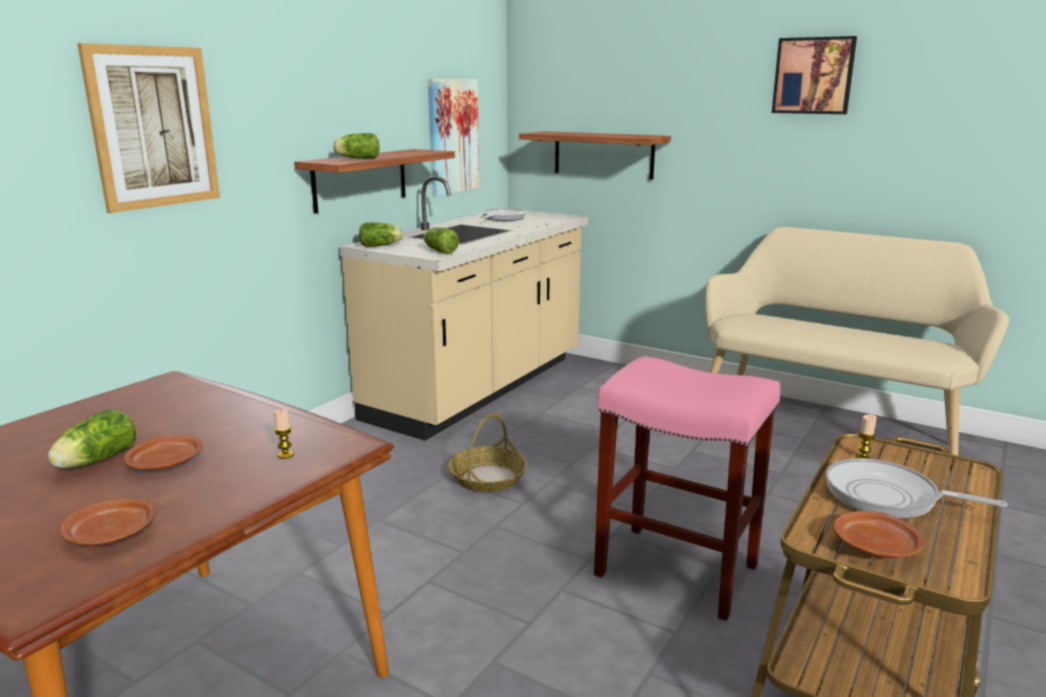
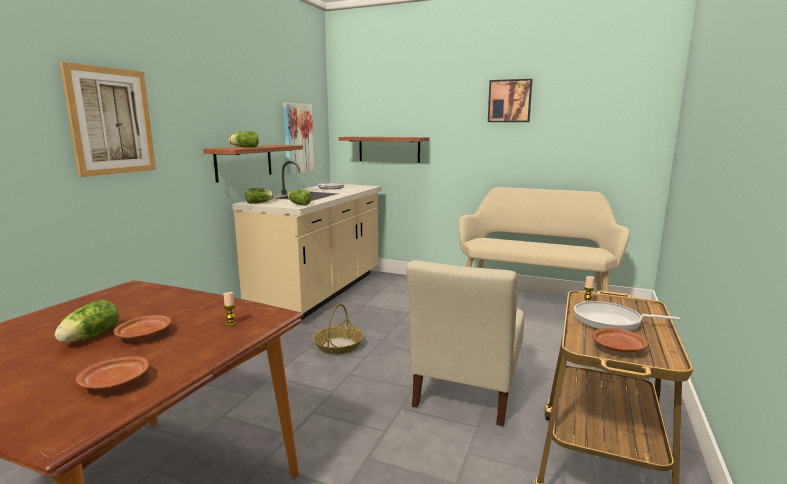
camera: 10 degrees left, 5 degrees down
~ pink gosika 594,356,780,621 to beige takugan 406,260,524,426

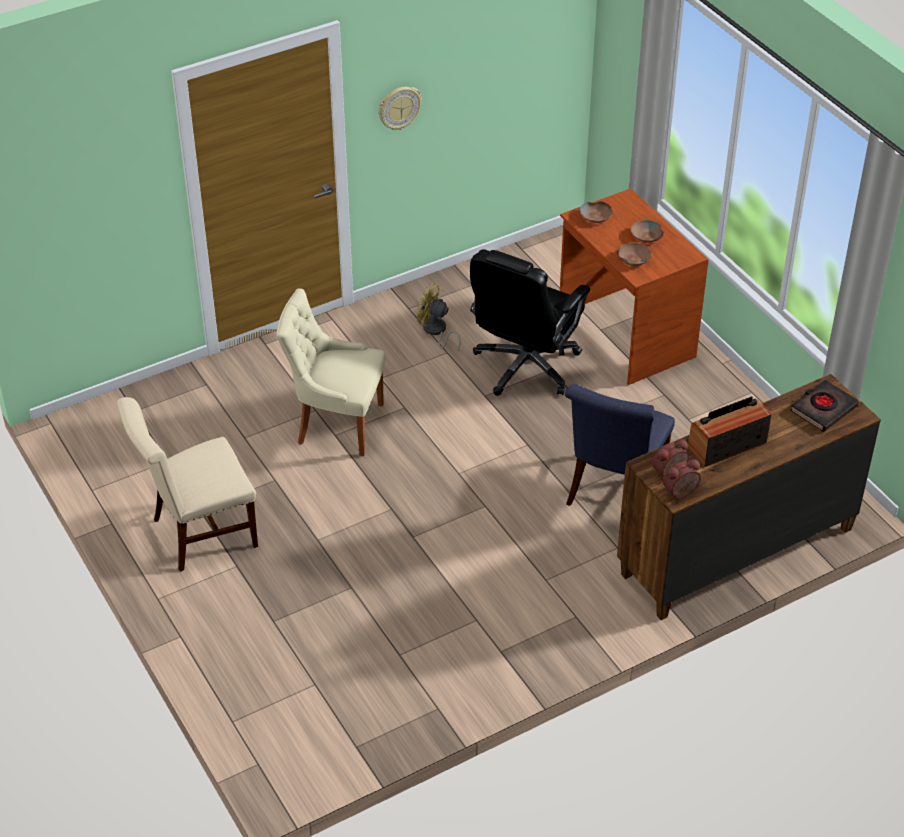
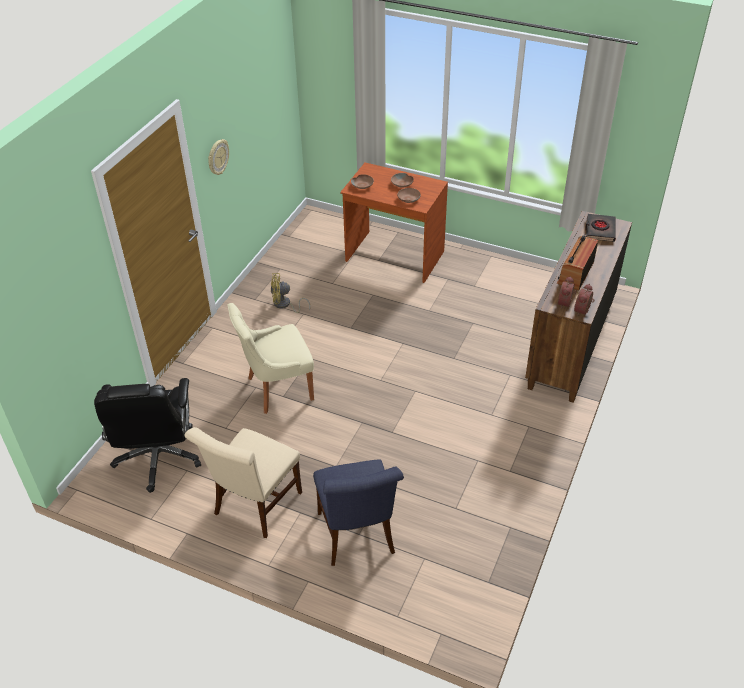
camera: 35 degrees left, 0 degrees up
~ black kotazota 470,249,590,396 to 94,378,201,493
~ blue takugan 565,384,675,506 to 313,459,404,566

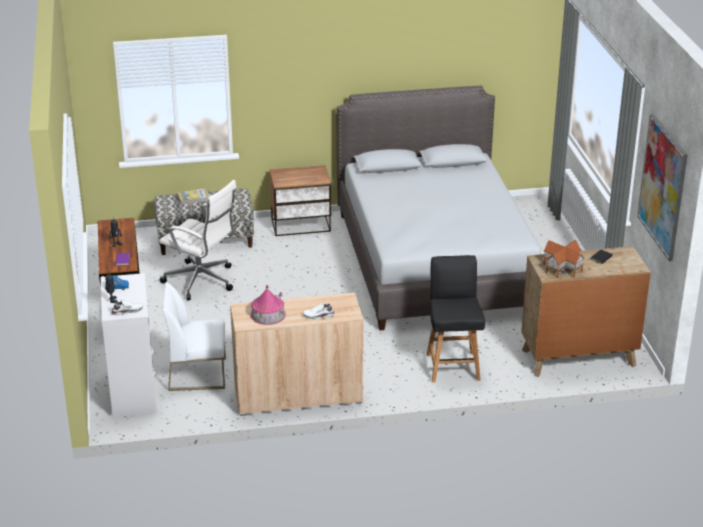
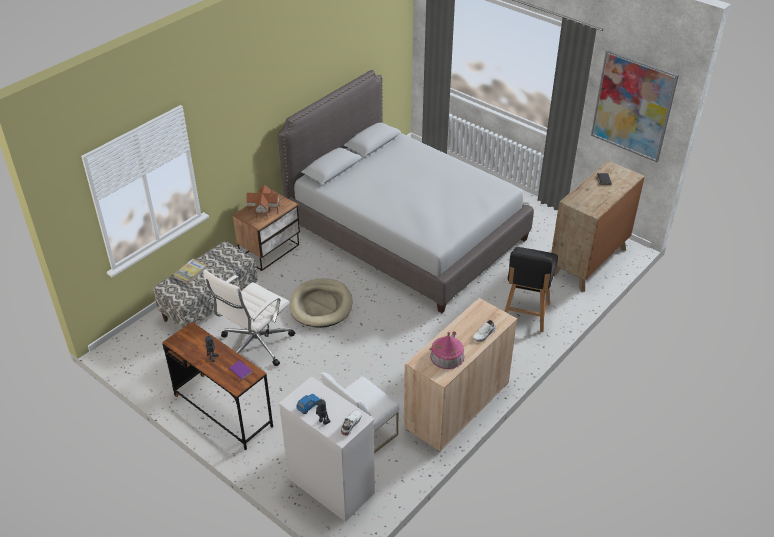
camera: 40 degrees left, 10 degrees up
~ white kotazota 159,180,236,300 = 203,269,295,366 135 degrees clockwise
~ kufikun 543,240,585,278 to 246,184,280,219
~ black takugan 427,255,485,383 = 504,247,558,332 120 degrees counterclockwise
+ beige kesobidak 289,279,353,328

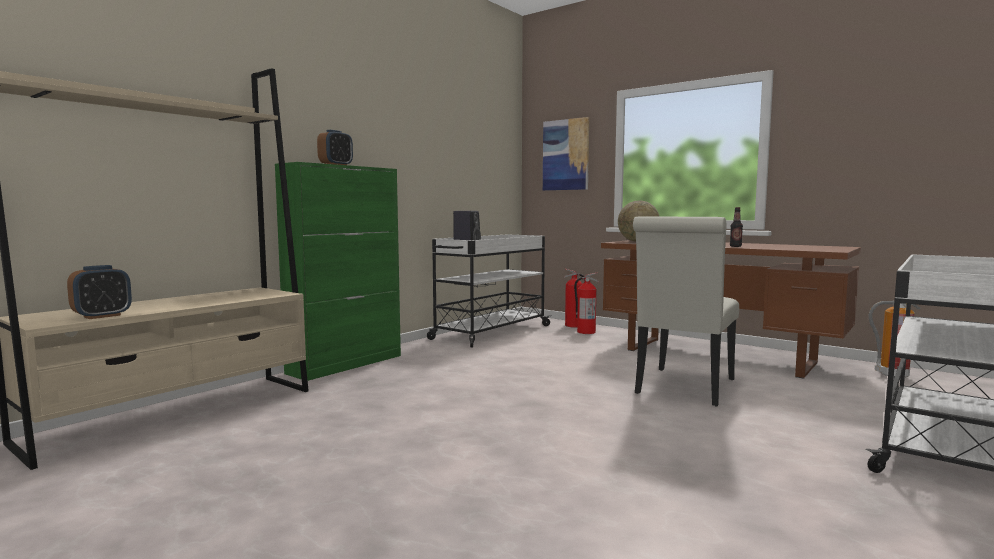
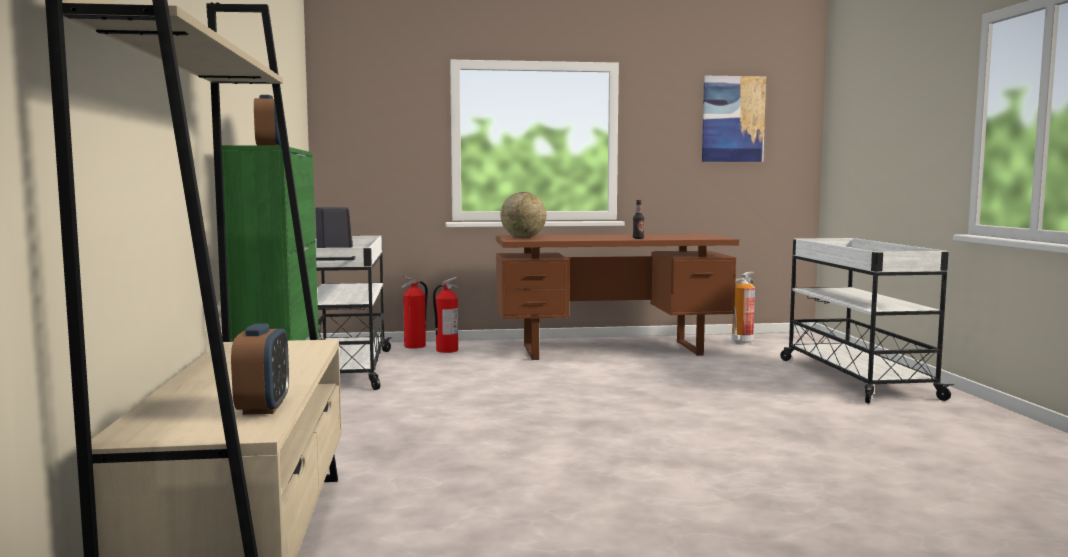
camera: 45 degrees left, 0 degrees up
~ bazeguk 543,117,589,191 to 702,76,766,162
- white takugan 633,216,739,406

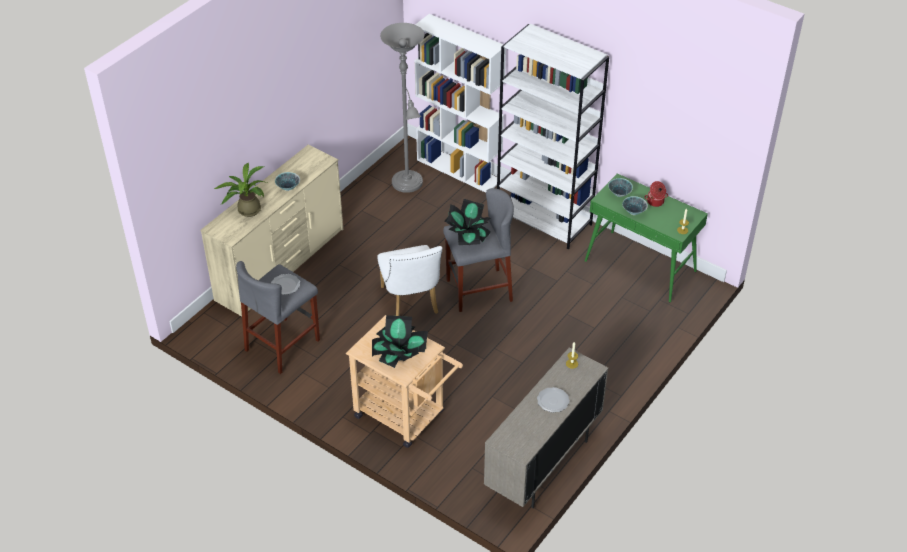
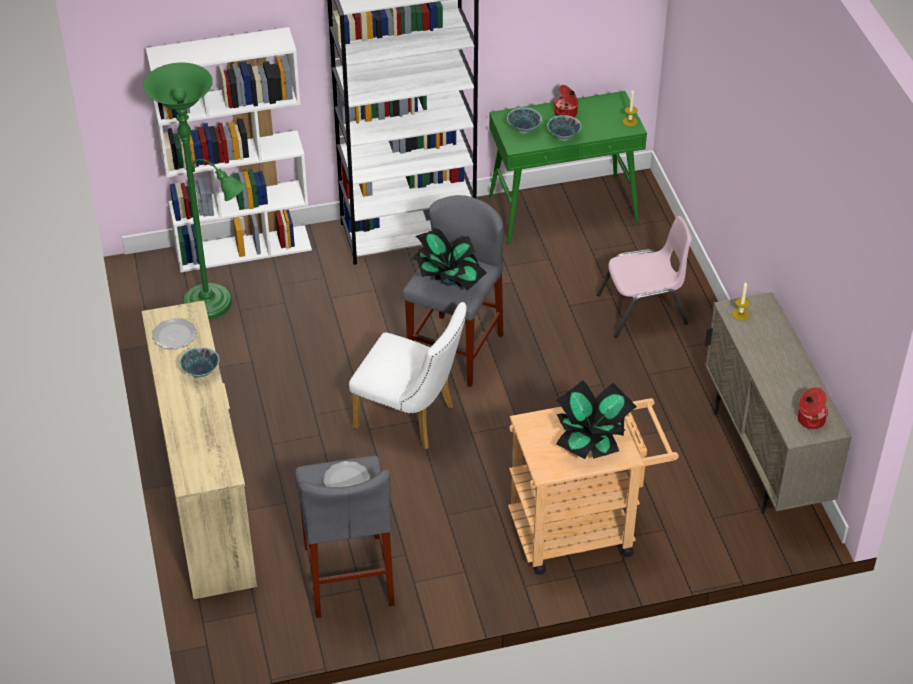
camera: 50 degrees left, 0 degrees up
~ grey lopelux 380,23,424,193 to green lopelux 143,63,246,319
- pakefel 214,163,267,217
~ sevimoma 537,387,570,413 to 152,318,197,349
+ pink takugan 597,216,692,338
+ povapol 798,387,828,429

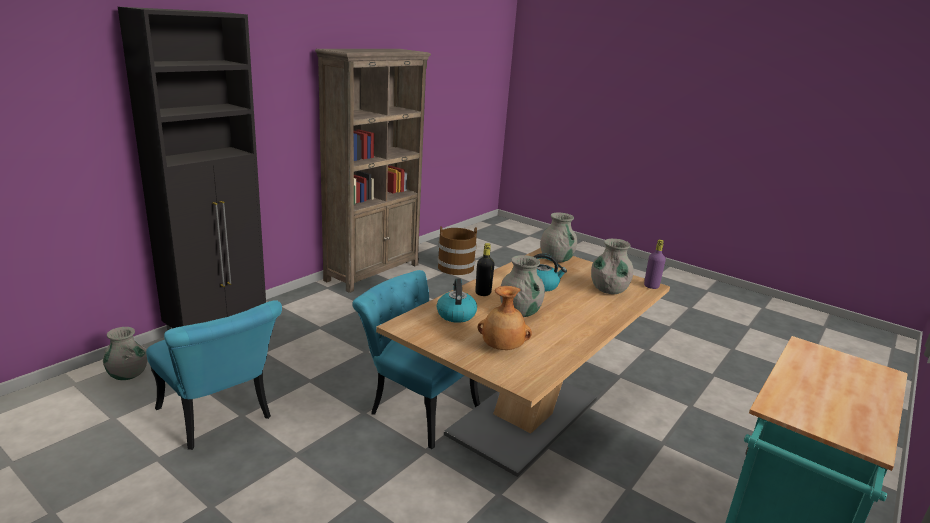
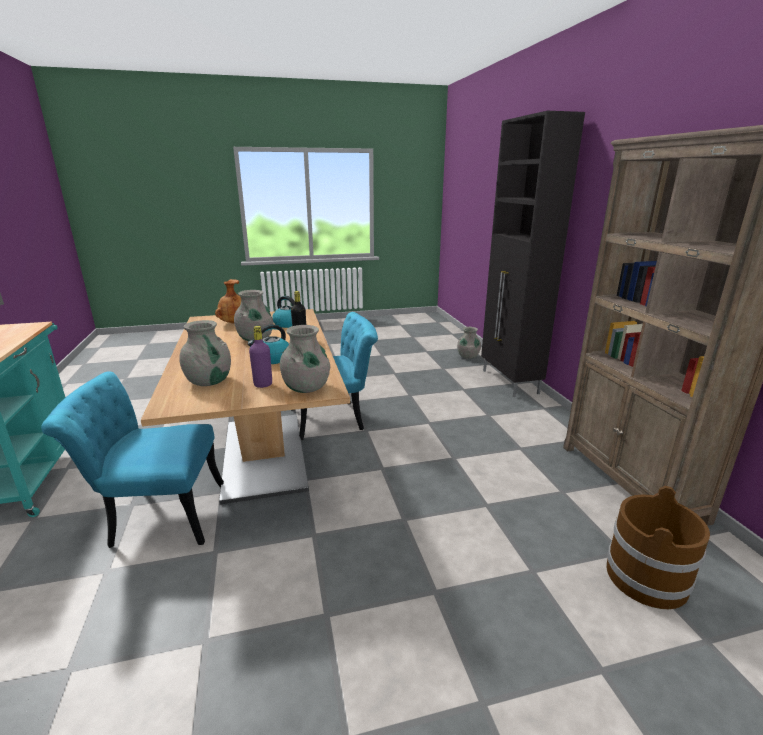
camera: 130 degrees right, 0 degrees up
~ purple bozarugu 644,240,666,289 to 249,326,272,388
~ turquoise takugan 146,300,282,450 to 41,371,224,548

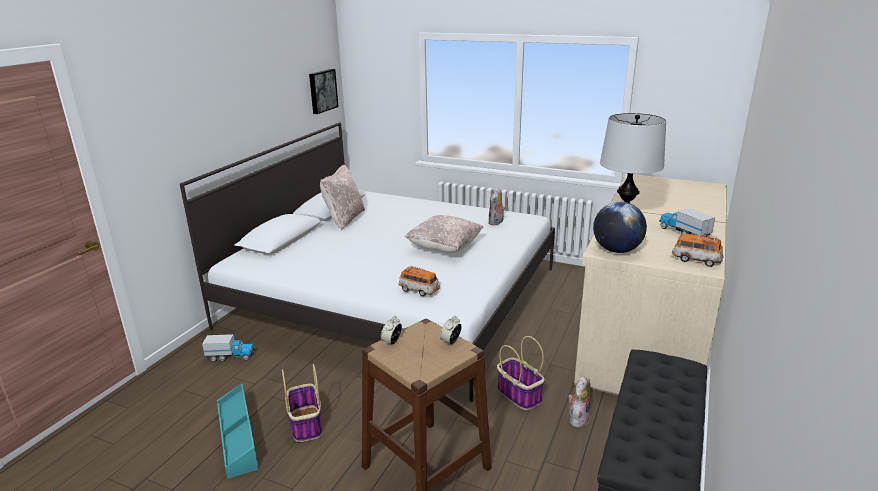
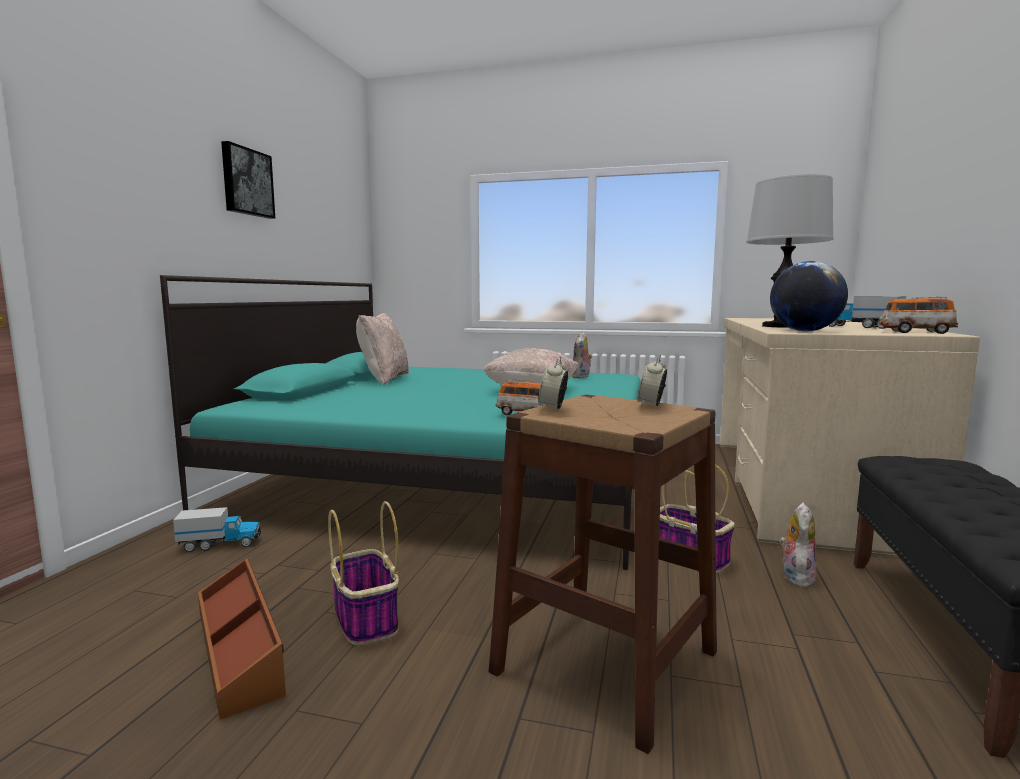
camera: 10 degrees left, 15 degrees down
~ bazeguk 309,69,338,114 to 221,141,275,219
~ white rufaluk 180,122,555,402 to turquoise rufaluk 160,275,641,570
~ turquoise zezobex 217,383,259,479 to brown zezobex 198,558,286,720

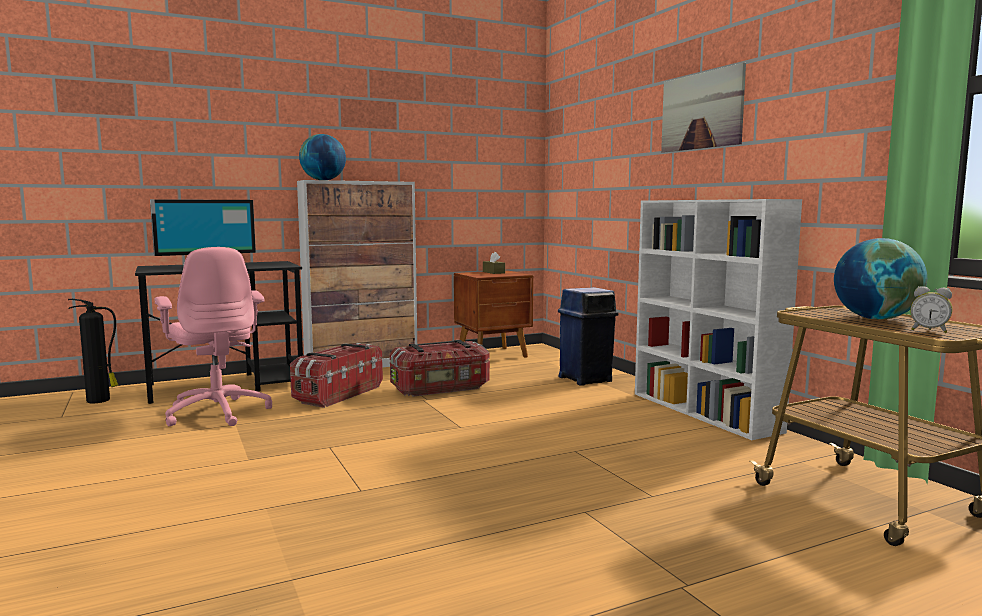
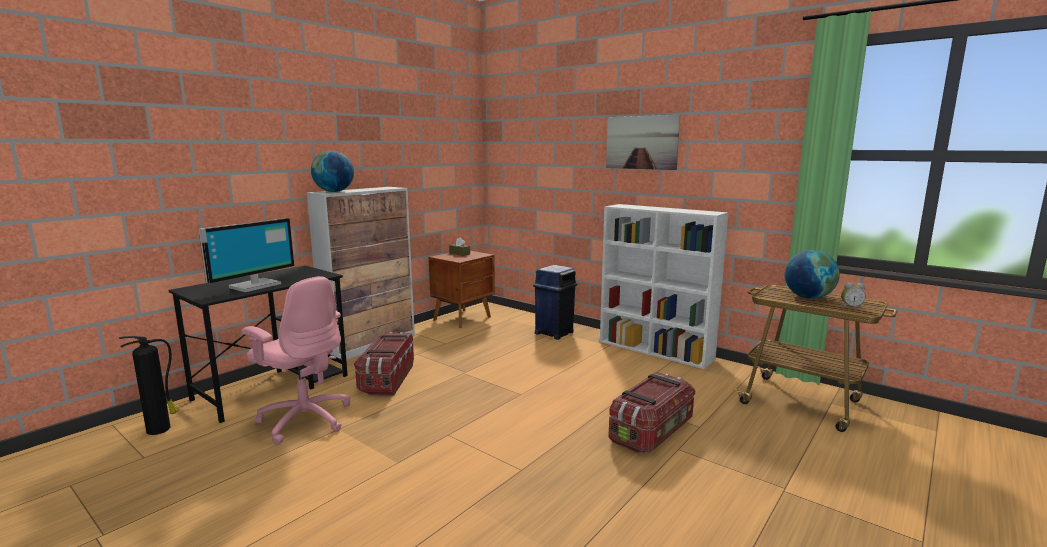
camera: 25 degrees left, 5 degrees up
~ zezobex 390,340,490,397 to 608,372,696,453

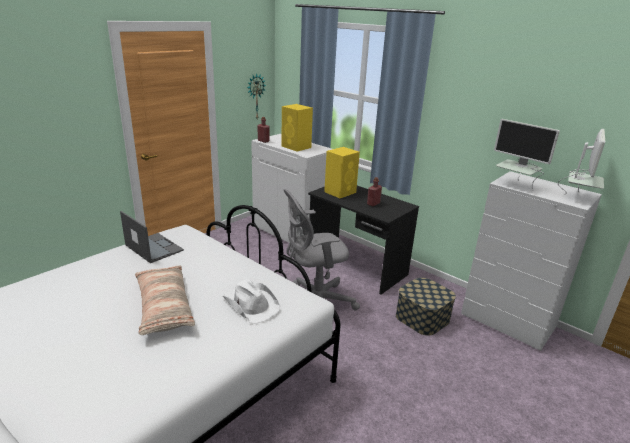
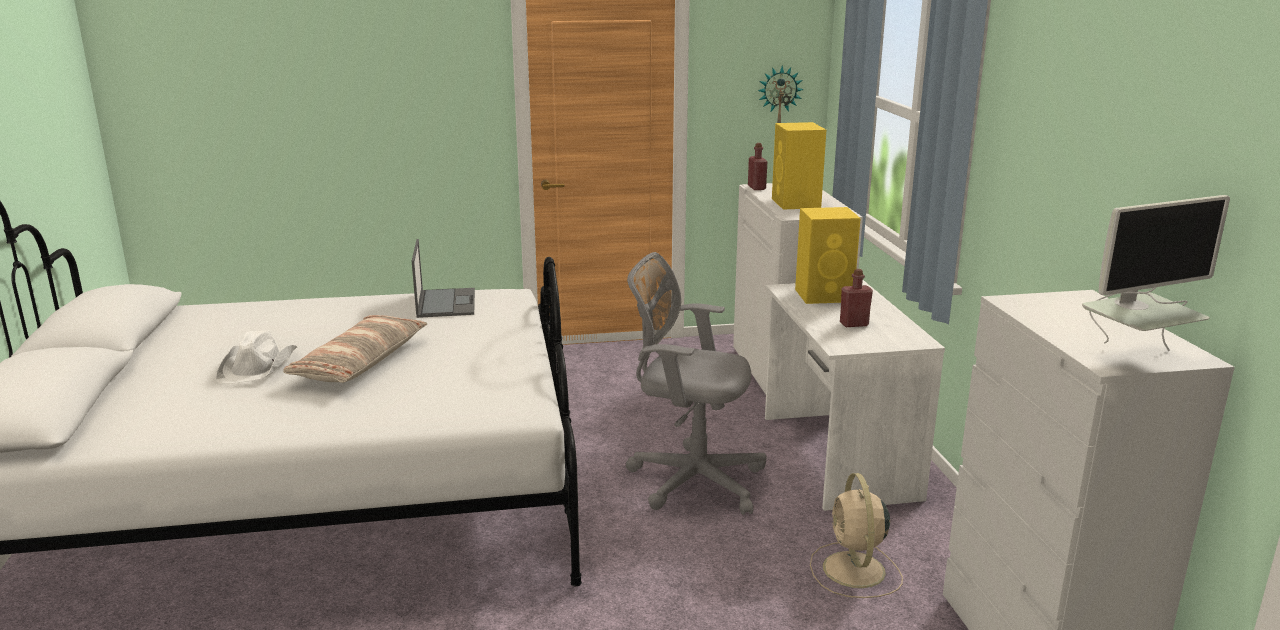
camera: 40 degrees right, 5 degrees down
- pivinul 494,119,560,191
~ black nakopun 308,186,419,295 to white nakopun 765,280,945,511
~ zezobex 396,278,456,336 to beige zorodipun 810,473,903,598
~ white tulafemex 223,279,280,324 to 216,330,297,384

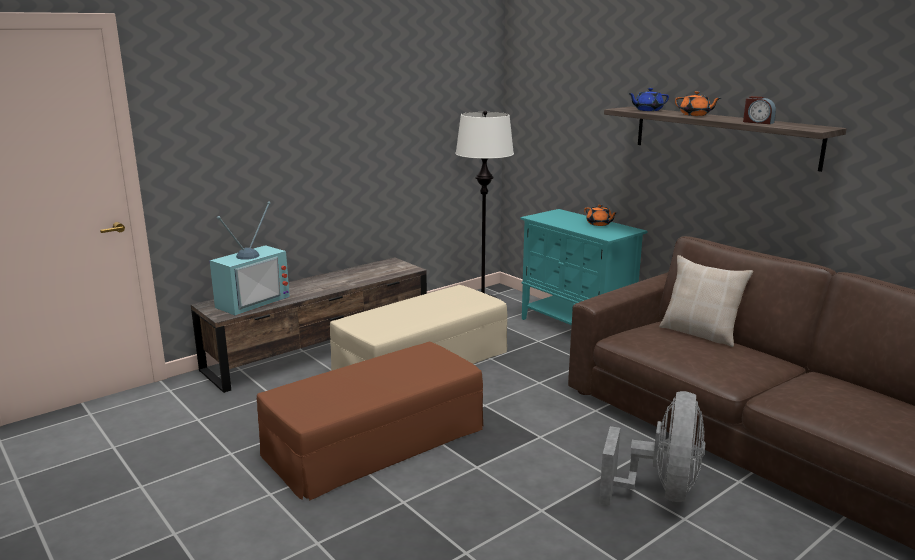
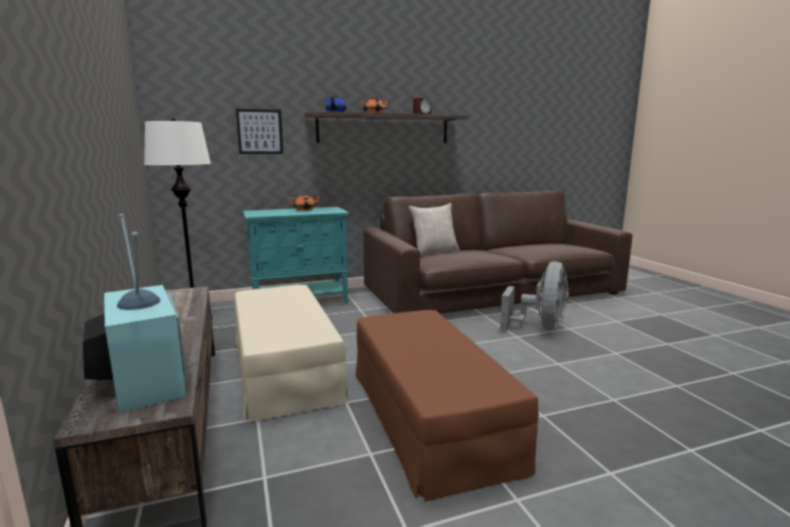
camera: 70 degrees left, 5 degrees down
~ grey zorodipun 599,391,705,505 = 500,261,569,331 75 degrees clockwise
+ bazeguk 236,109,283,154

